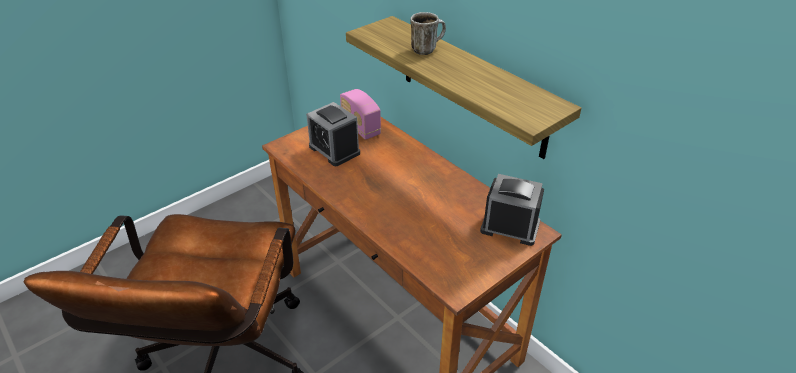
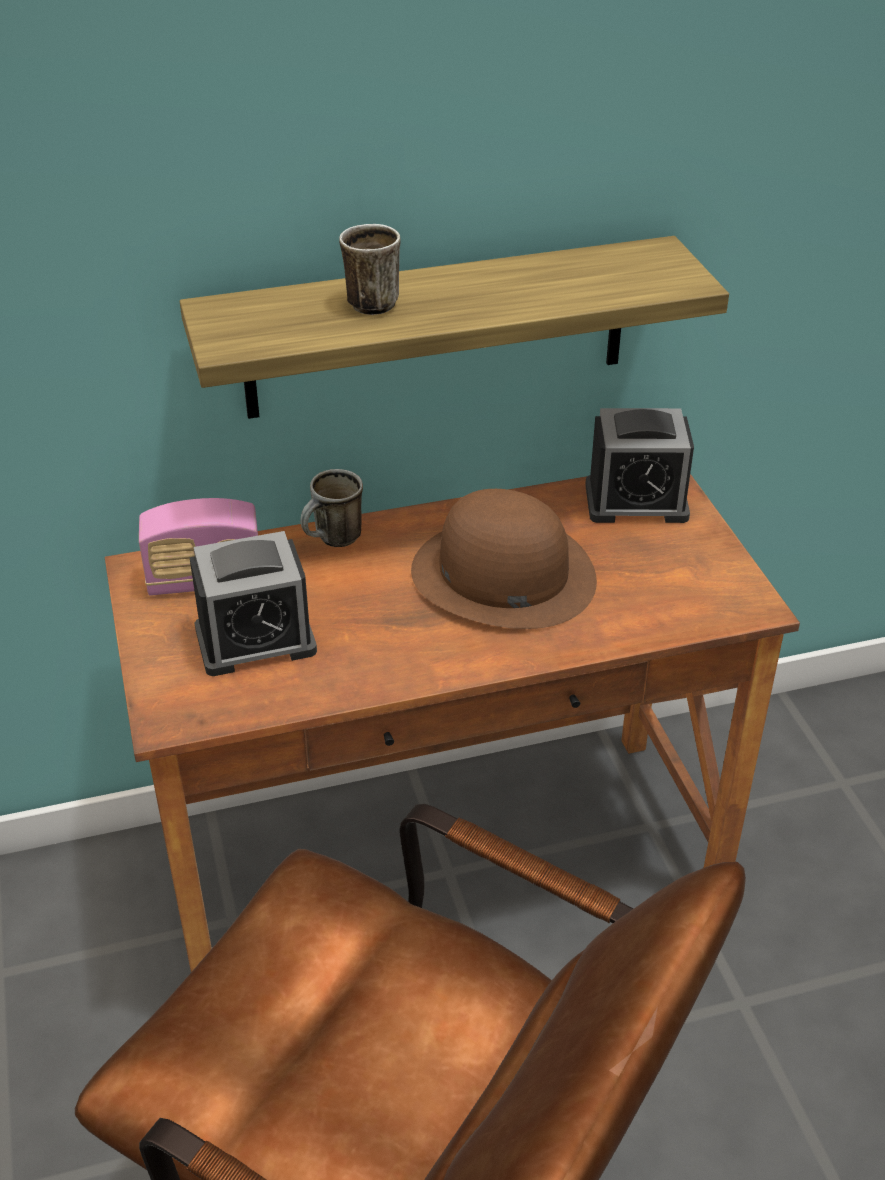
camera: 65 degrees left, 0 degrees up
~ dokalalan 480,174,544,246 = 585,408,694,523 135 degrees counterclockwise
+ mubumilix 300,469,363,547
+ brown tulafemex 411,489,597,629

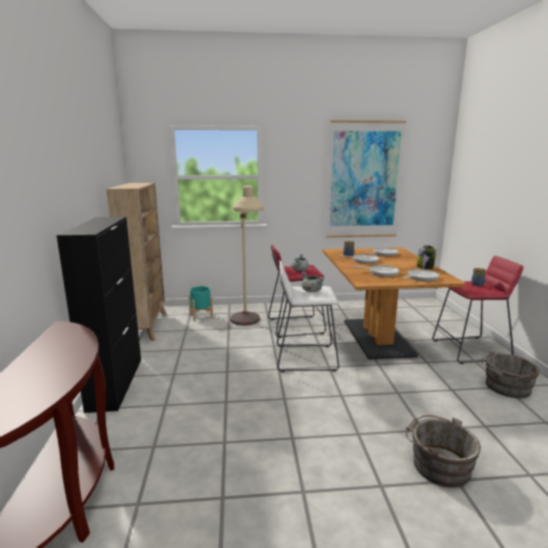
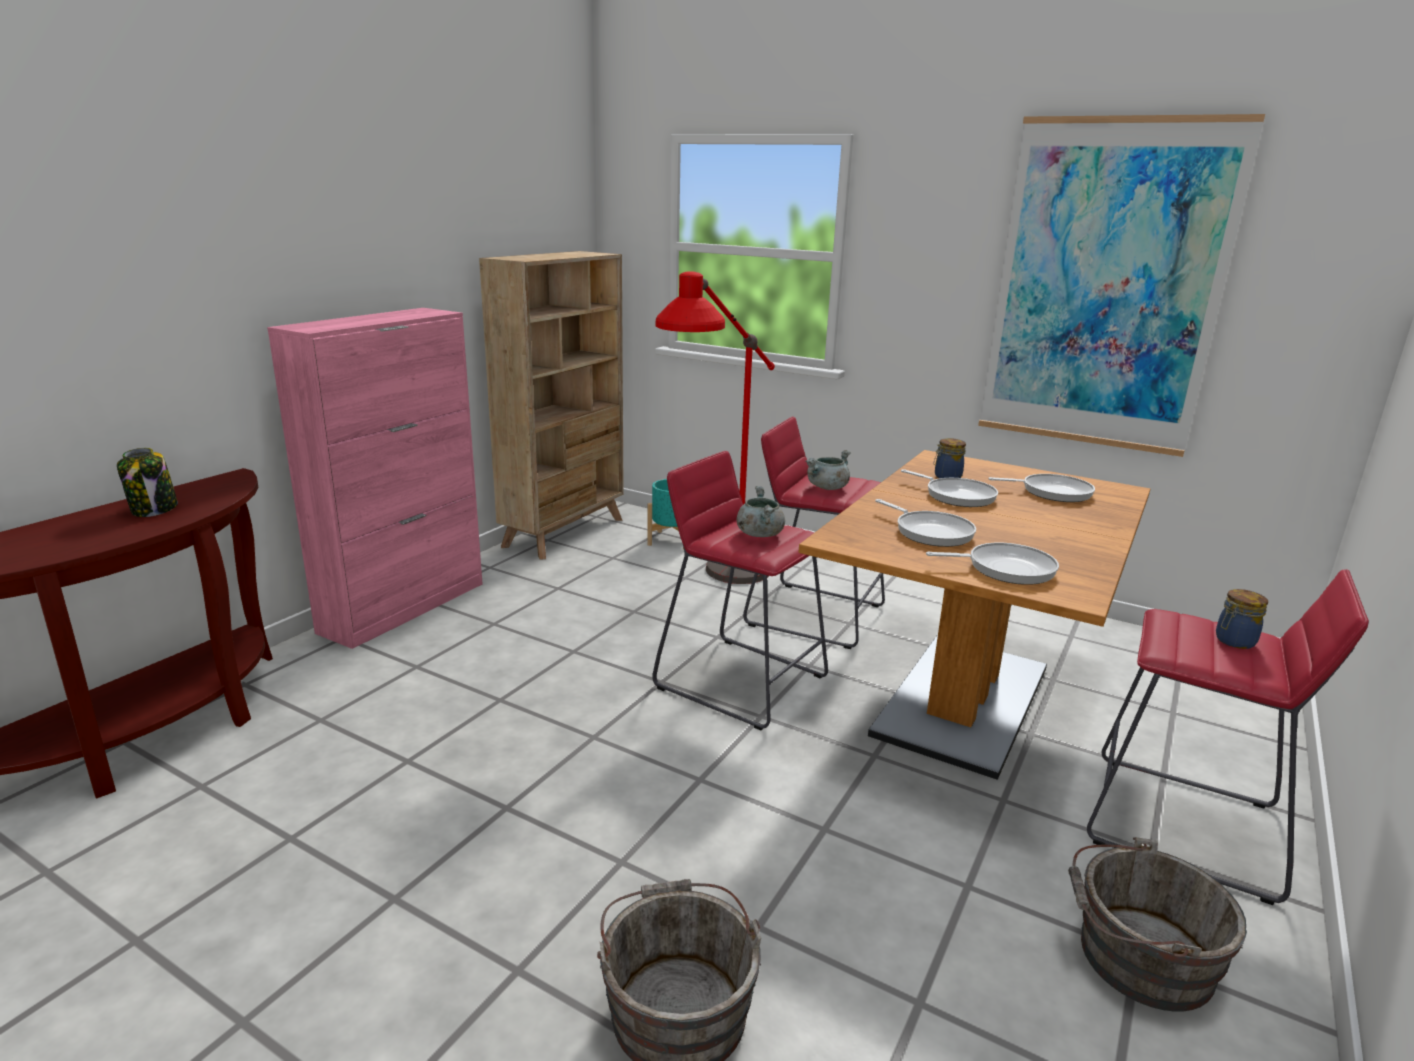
camera: 35 degrees right, 5 degrees up
~ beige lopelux 230,185,264,326 to red lopelux 656,271,775,584
~ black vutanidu 56,217,141,413 to pink vutanidu 267,308,482,649
~ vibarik 416,245,436,269 to 117,448,178,517
~ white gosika 277,261,339,372 to red gosika 652,451,828,730

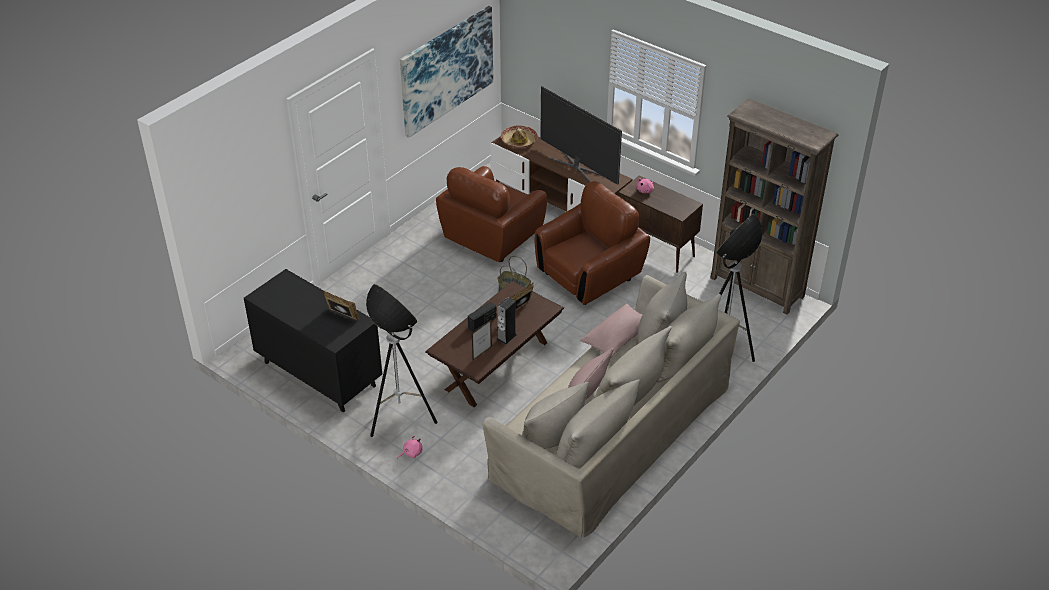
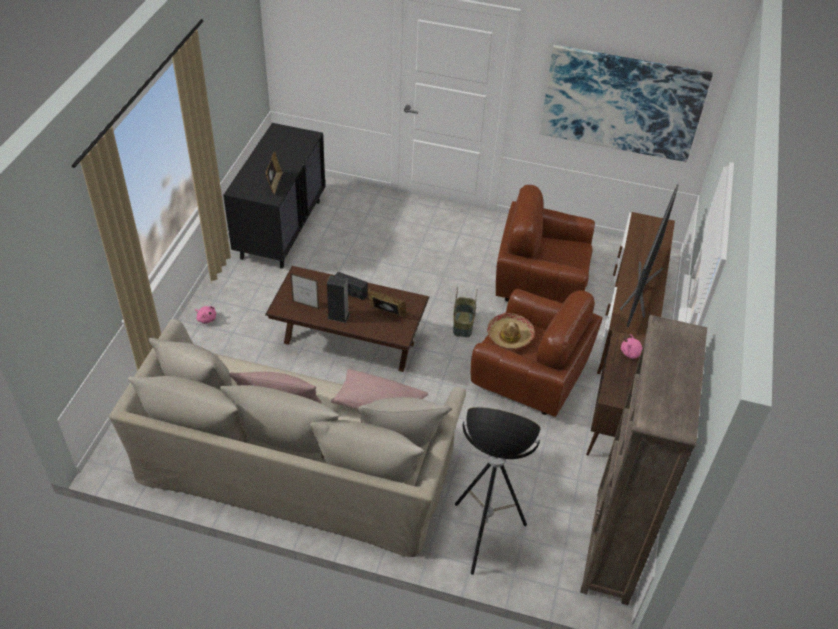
camera: 65 degrees right, 5 degrees up
~ tulafemex 501,125,538,148 to 487,313,535,349
- lopelux 366,284,437,437

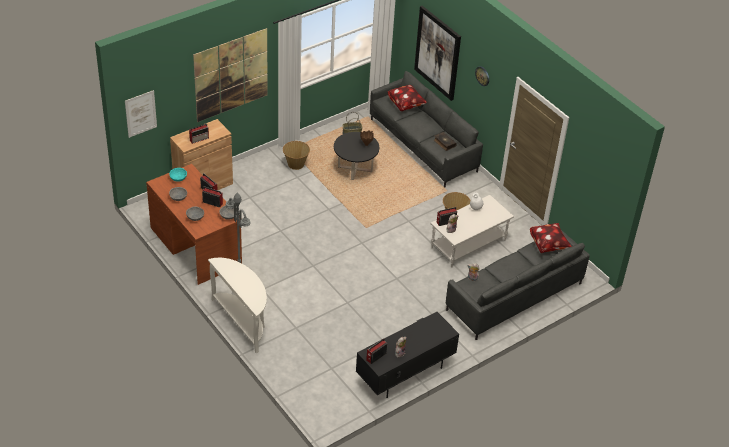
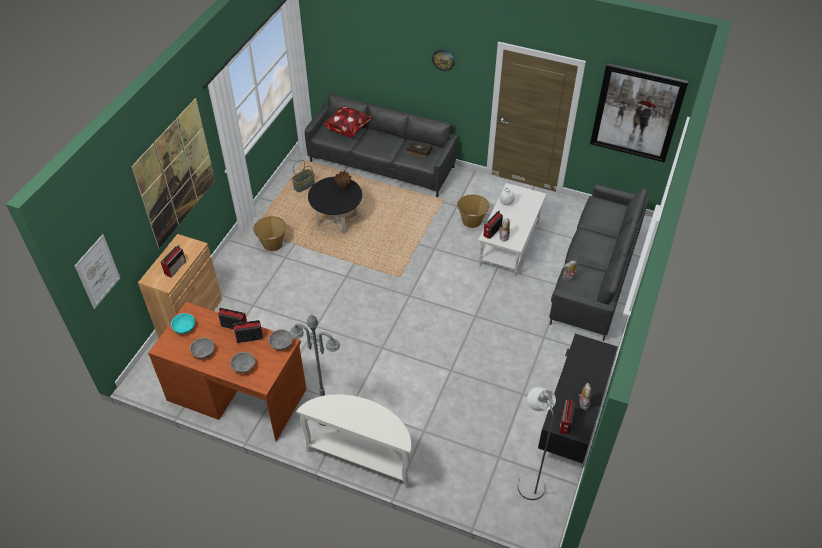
camera: 30 degrees left, 5 degrees up
~ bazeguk 414,6,461,101 to 590,63,689,163
- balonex 530,223,572,253
+ grey lopelux 518,387,556,500

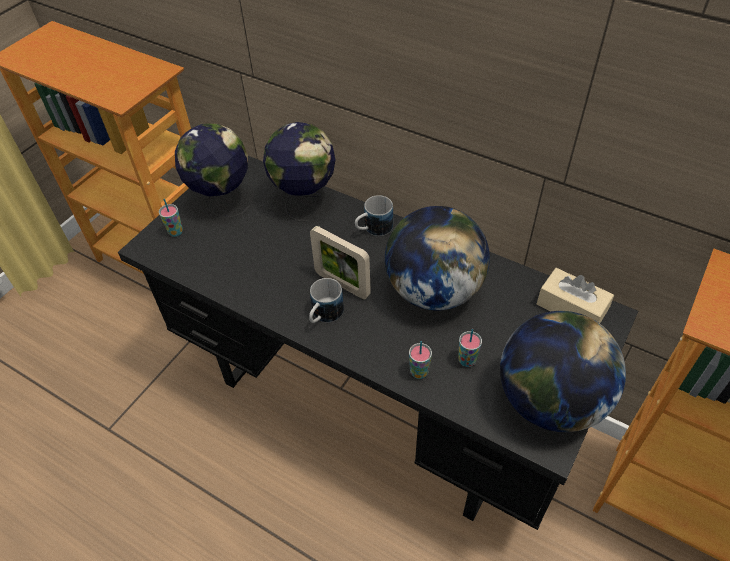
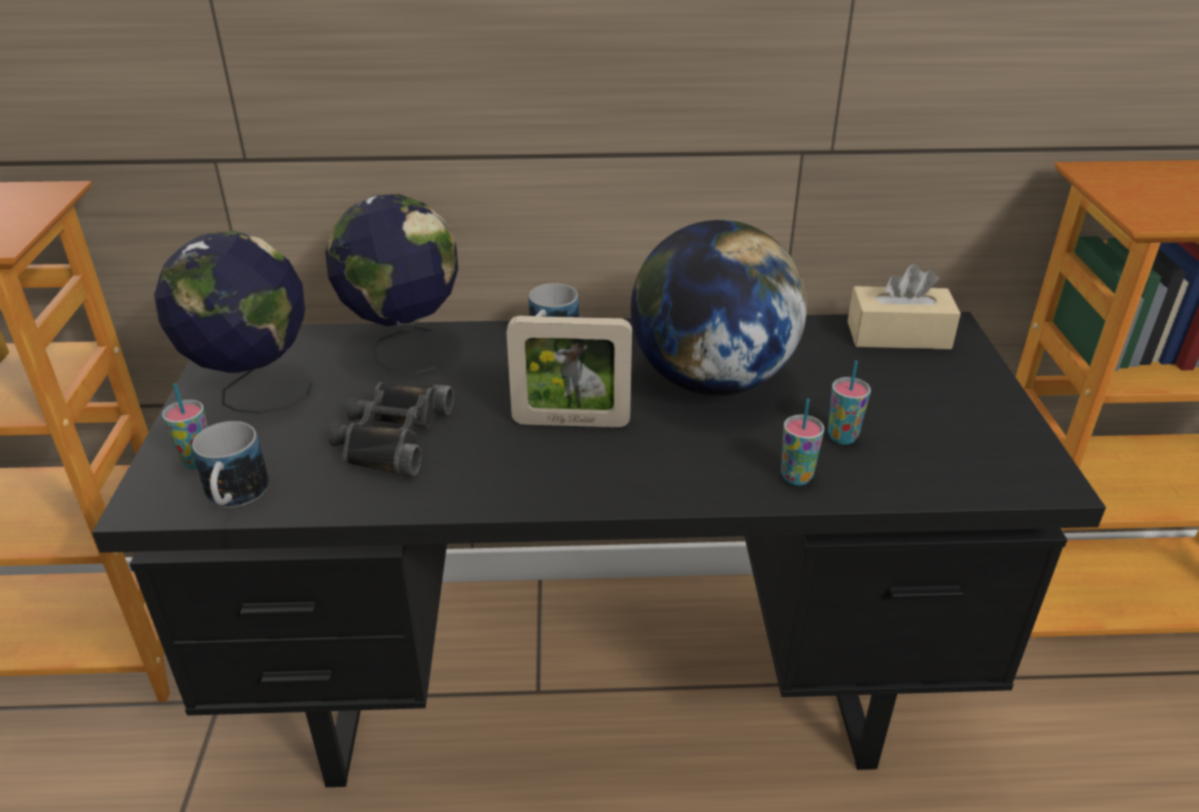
camera: 35 degrees left, 15 degrees down
~ mubumilix 309,278,344,323 to 192,421,269,508
- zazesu 500,311,626,432
+ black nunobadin 328,382,454,477

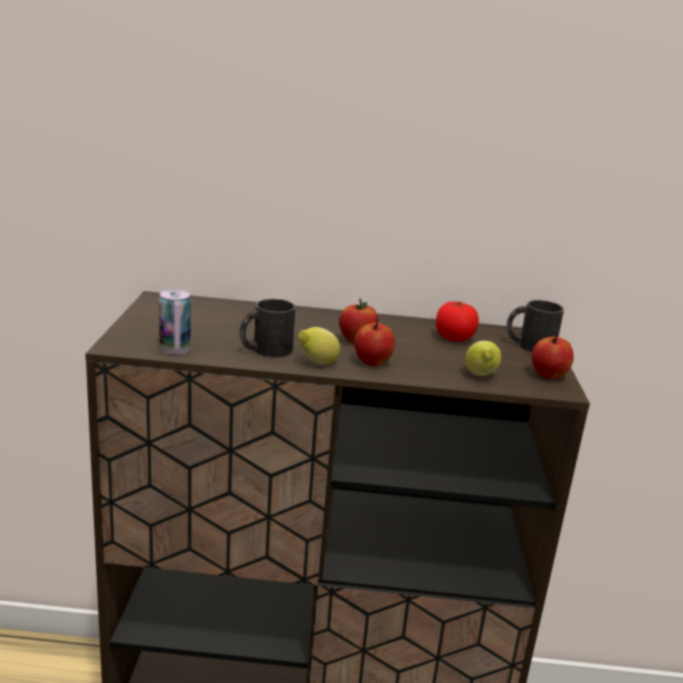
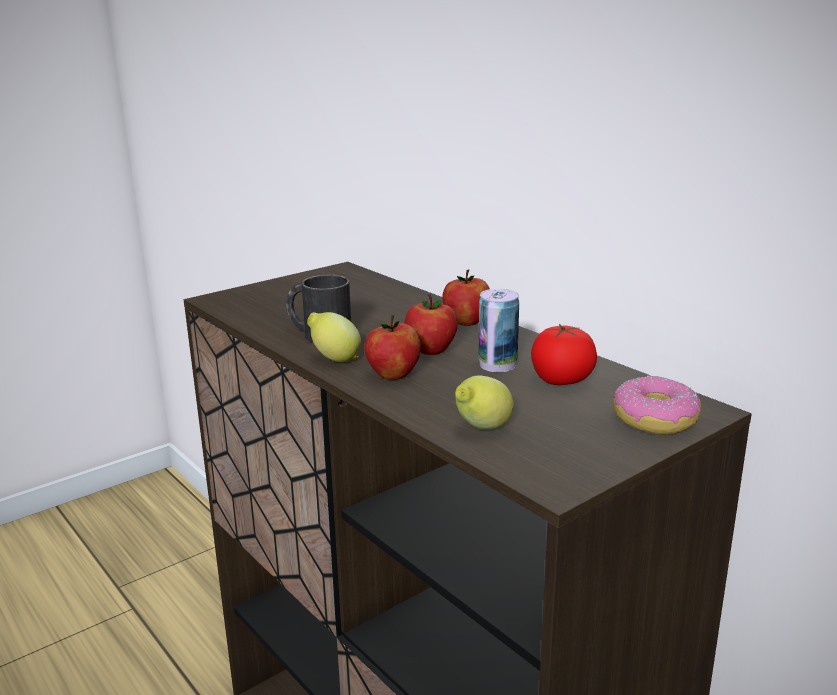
camera: 50 degrees right, 0 degrees up
~ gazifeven 159,289,191,354 to 479,289,519,372
~ black mubumilix 507,300,564,352 to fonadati 613,375,701,435
~ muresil 531,331,574,379 to 442,269,490,326

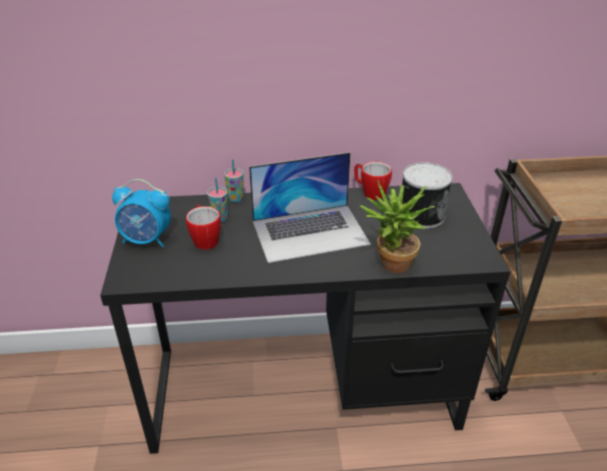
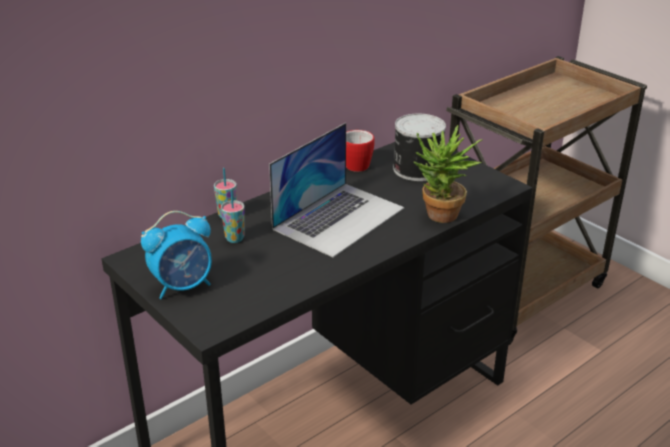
camera: 35 degrees left, 5 degrees down
- mubumilix 186,204,221,250

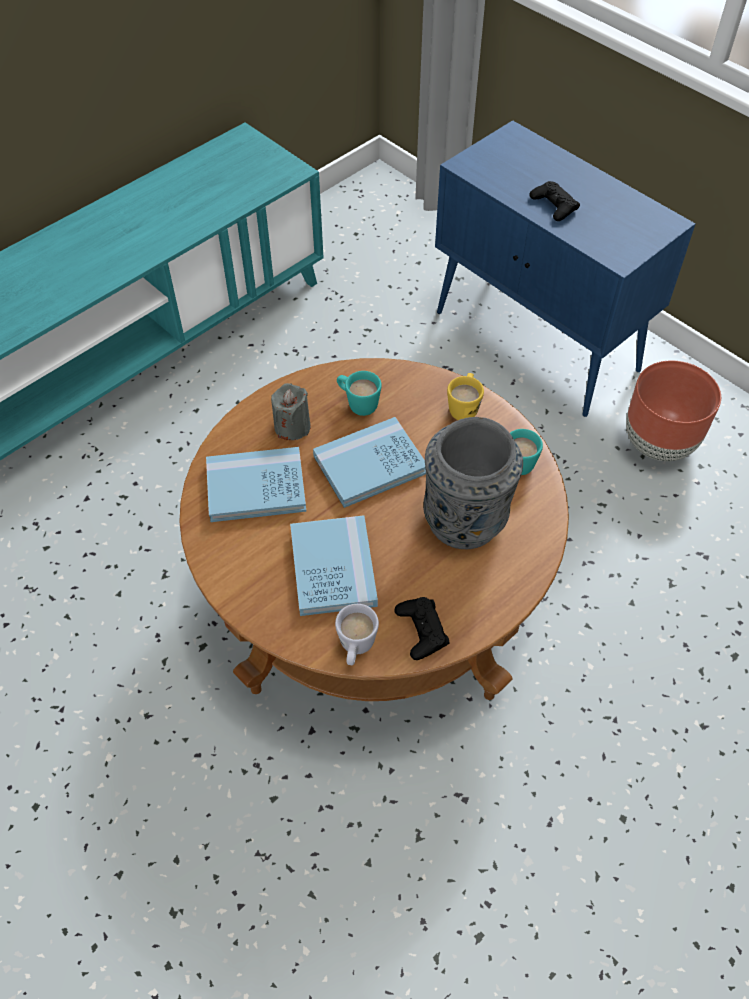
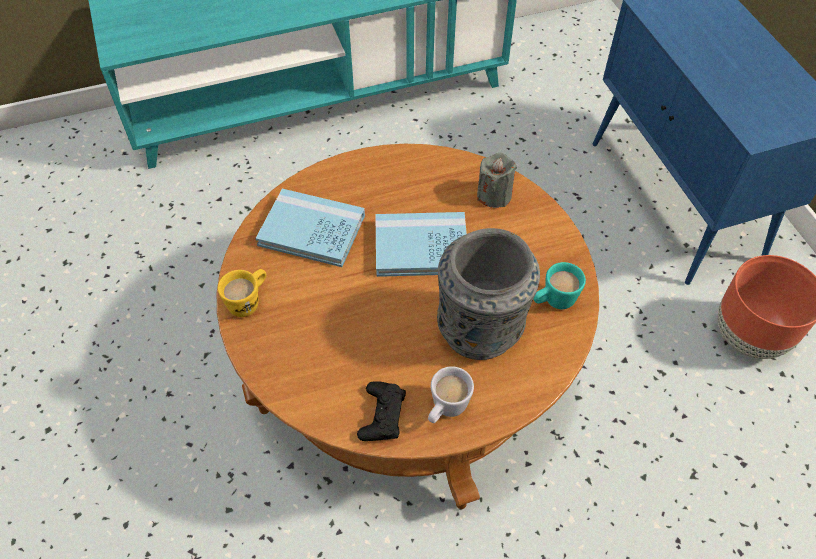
camera: 25 degrees right, 0 degrees up
- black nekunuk 529,181,580,221
- turquoise mubumilix 337,371,382,416
~ yellow mubumilix 447,373,484,420 to 218,269,266,317
~ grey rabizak 271,383,311,440 to 477,152,517,208
- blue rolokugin 290,515,378,616
~ white mubumilix 335,604,379,665 to 428,366,474,423

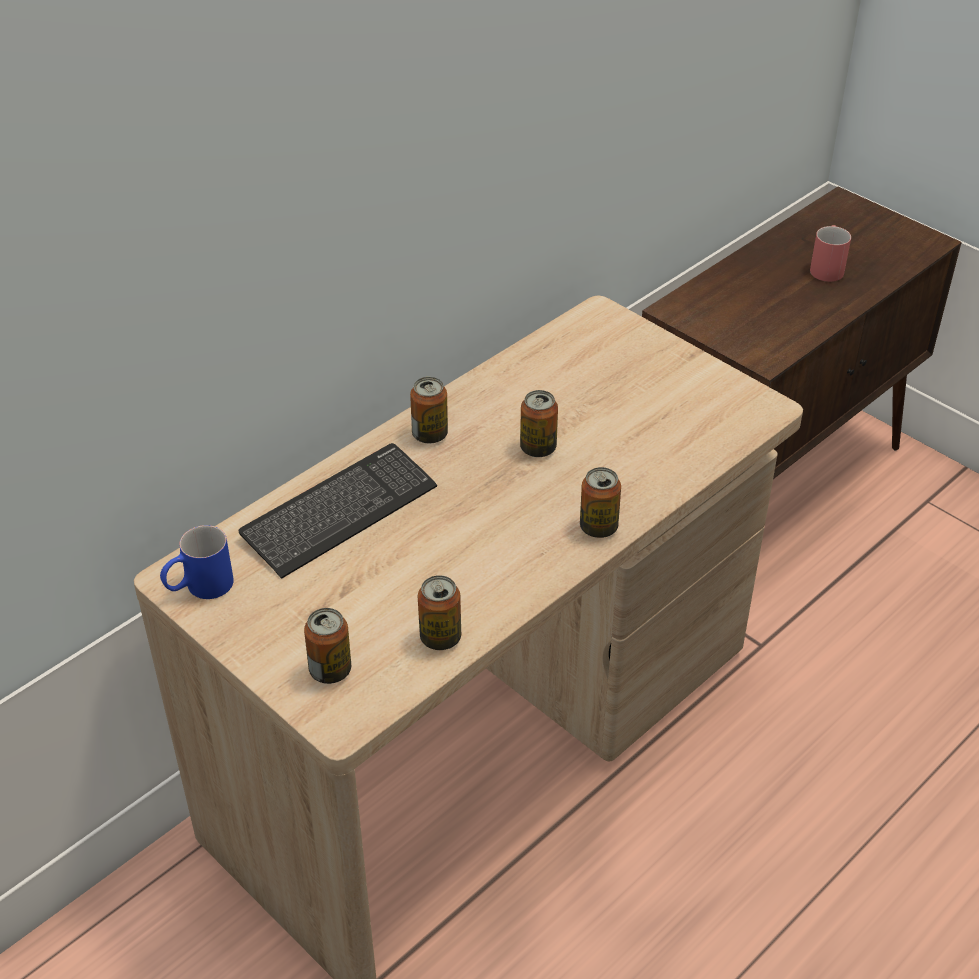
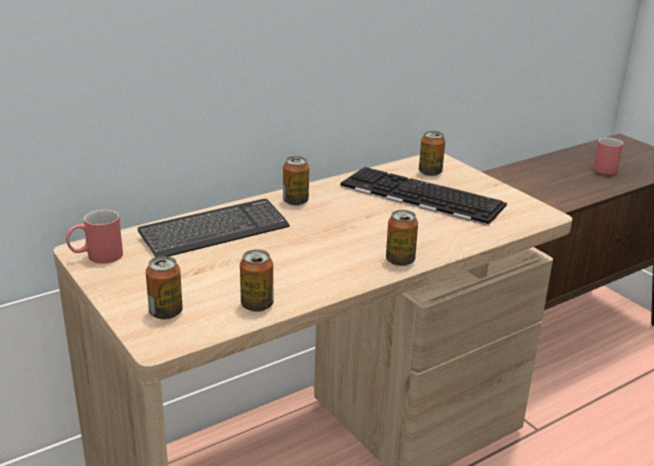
camera: 10 degrees right, 15 degrees down
~ gazifeven 520,390,558,457 to 419,131,445,176
~ blue mubumilix 160,525,234,599 to red mubumilix 66,210,123,264
+ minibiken 340,167,507,226

